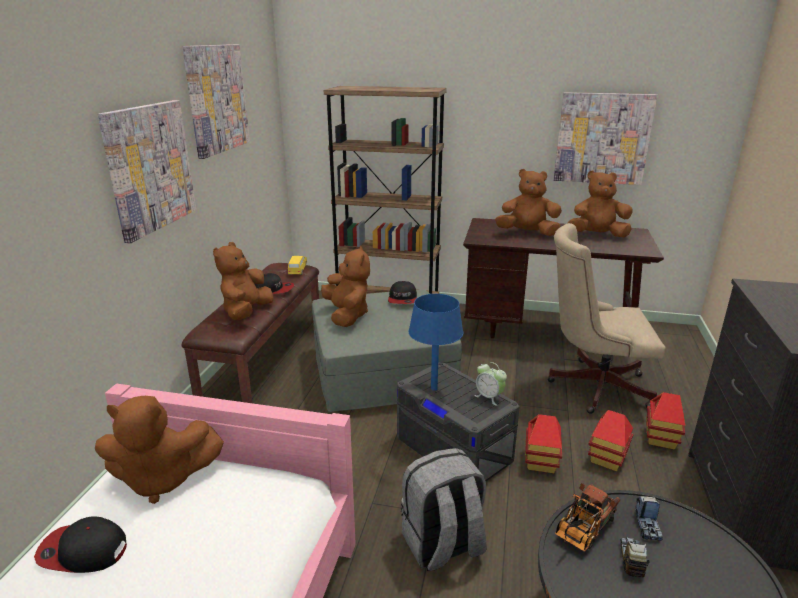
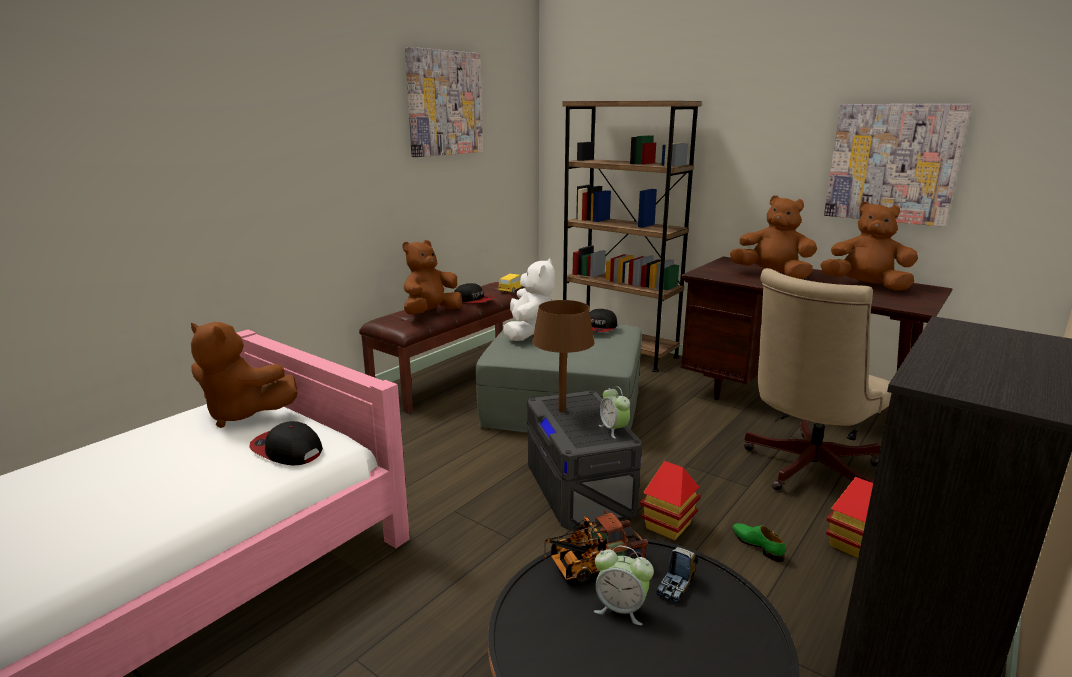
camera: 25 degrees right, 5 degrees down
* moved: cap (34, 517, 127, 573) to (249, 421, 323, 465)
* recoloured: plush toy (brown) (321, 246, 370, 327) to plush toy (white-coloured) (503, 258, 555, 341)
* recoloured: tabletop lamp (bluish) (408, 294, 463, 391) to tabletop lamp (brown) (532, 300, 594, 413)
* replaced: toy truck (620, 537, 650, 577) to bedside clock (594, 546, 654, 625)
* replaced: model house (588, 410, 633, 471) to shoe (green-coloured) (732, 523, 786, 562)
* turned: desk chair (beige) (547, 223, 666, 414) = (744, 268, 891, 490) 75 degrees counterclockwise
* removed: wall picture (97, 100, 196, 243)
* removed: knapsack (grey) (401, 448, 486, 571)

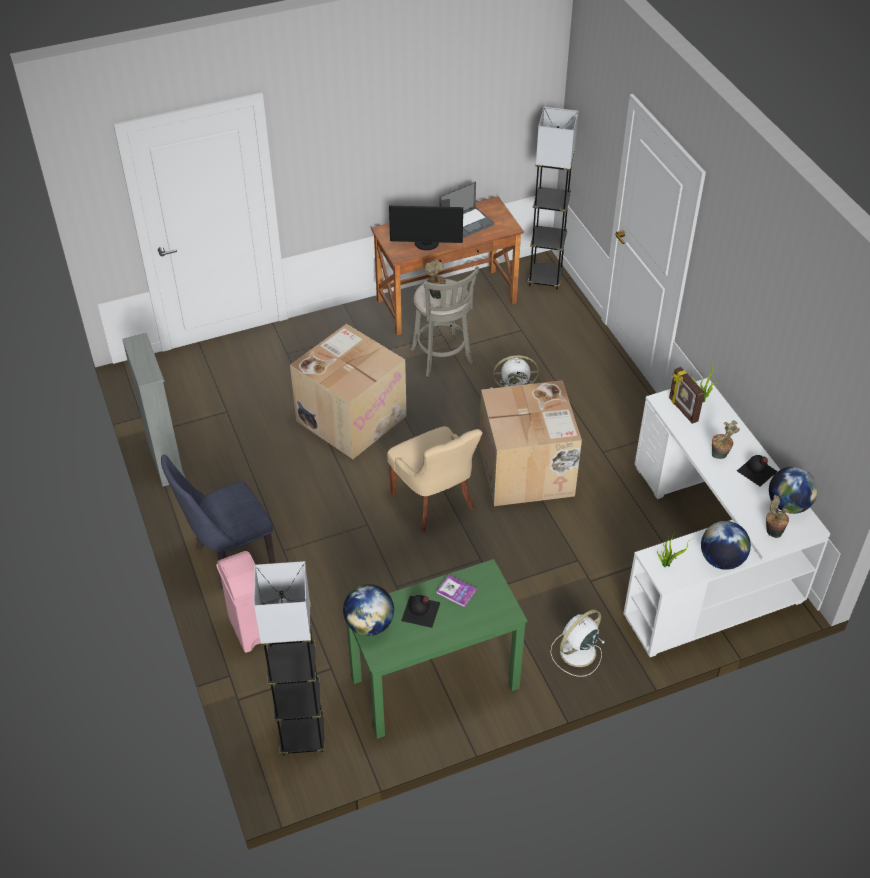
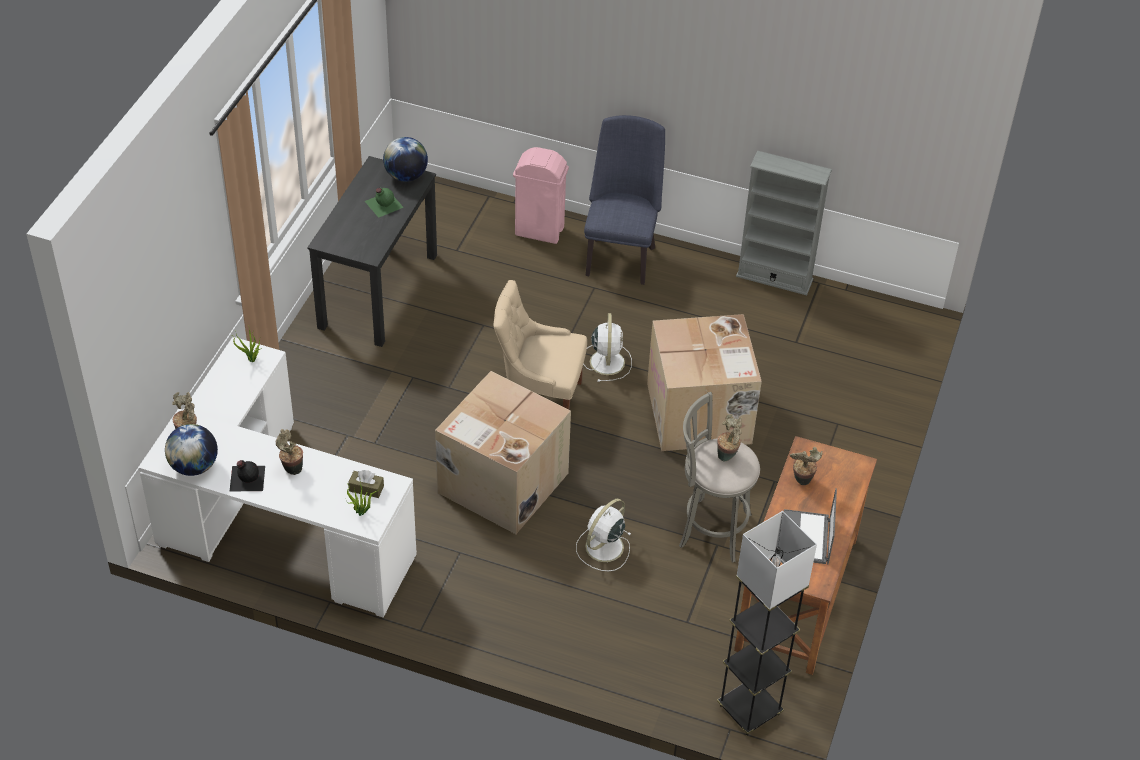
camera: 130 degrees right, 0 degrees up
* recoloured: desk (green-coloured) (347, 559, 528, 739) to desk (blackish) (307, 156, 437, 347)
* replaced: standing frame (669, 367, 705, 424) to box of tissues (brown) (348, 470, 384, 498)
* recoloured: beverage bottle (blackish) (401, 595, 440, 628) to beverage bottle (green-coloured) (365, 188, 404, 218)
* moved: electric fan (white-coloured) (550, 610, 605, 677) to (583, 313, 632, 382)
* replaced: computer display (389, 206, 463, 250) to houseplant (790, 447, 822, 485)
* removed: floor lamp (grey) (254, 561, 325, 756)
* removed: bound book (436, 575, 477, 607)
* removed: world globe (701, 521, 751, 570)

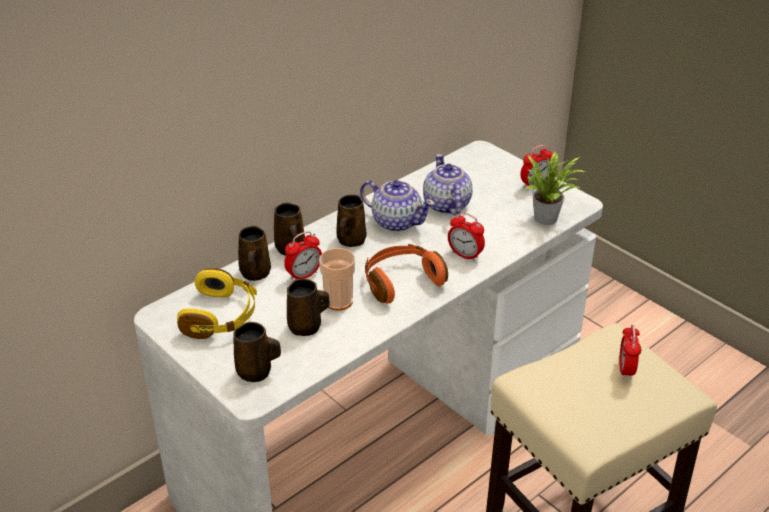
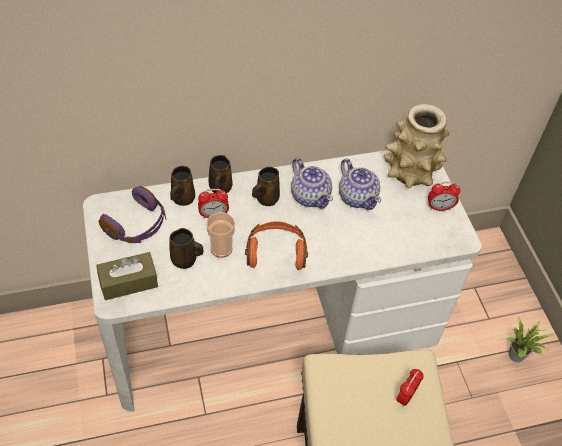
camera: 25 degrees right, 15 degrees up
* replaced: mug (brown) (233, 322, 281, 382) to box of tissues (brown) (96, 252, 158, 300)
* recoloured: headphones (yellow-coloured) (177, 268, 257, 339) to headphones (purple) (99, 186, 166, 243)
* turned: teapot (423, 154, 473, 216) = (339, 159, 381, 210) 135 degrees clockwise
* added: decorative vase (384, 104, 450, 188)
* moved: houseplant (525, 150, 586, 225) to (505, 316, 554, 362)
* removed: bedside clock (448, 212, 485, 262)

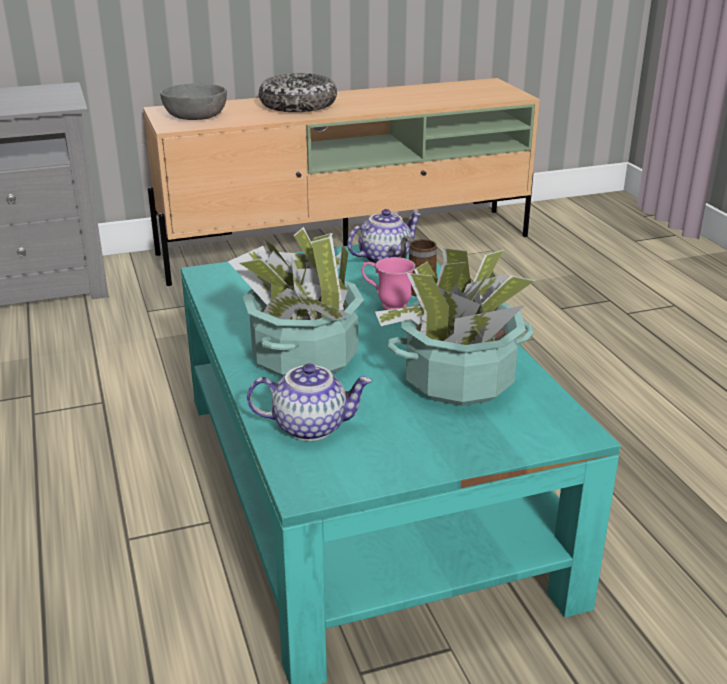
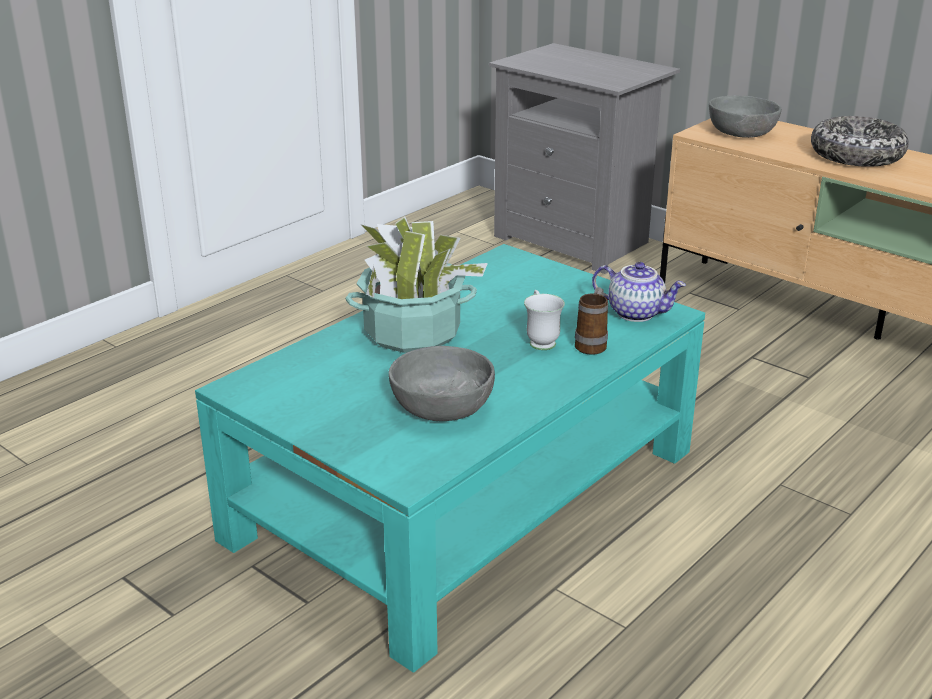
camera: 60 degrees right, 0 degrees up
* replaced: houseplant (375, 248, 535, 406) to bowl (grey) (388, 346, 495, 421)
* recoloured: mug (pink-coloured) (362, 257, 415, 310) to mug (white-coloured) (524, 290, 565, 350)
* removed: teapot (247, 363, 372, 441)

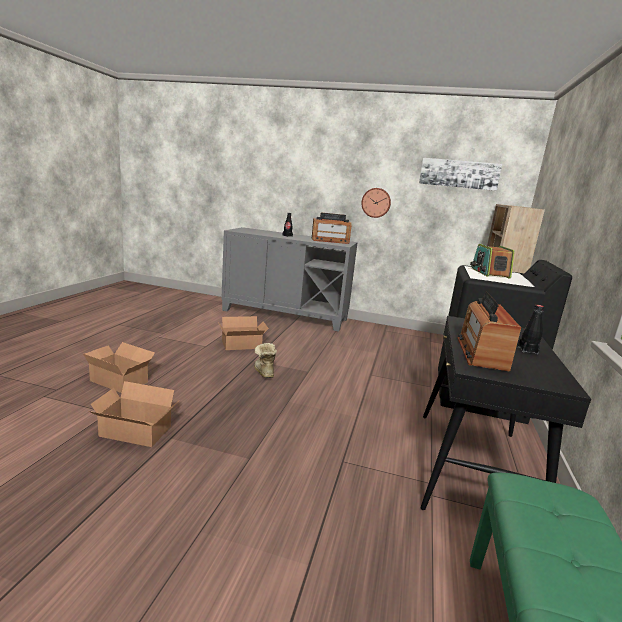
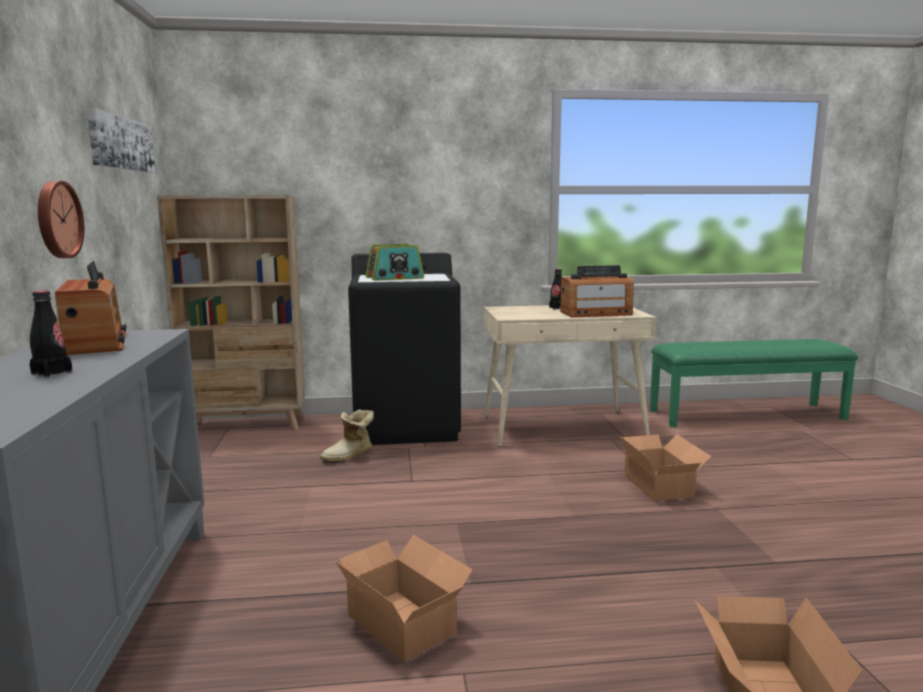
camera: 110 degrees left, 5 degrees down
* moved: high-top boot (254, 343, 277, 378) to (320, 409, 374, 463)
* recoloured: desk (blackish) (420, 316, 591, 510) to desk (beige) (484, 305, 656, 447)
* moved: carton (89, 381, 177, 447) to (619, 434, 712, 501)

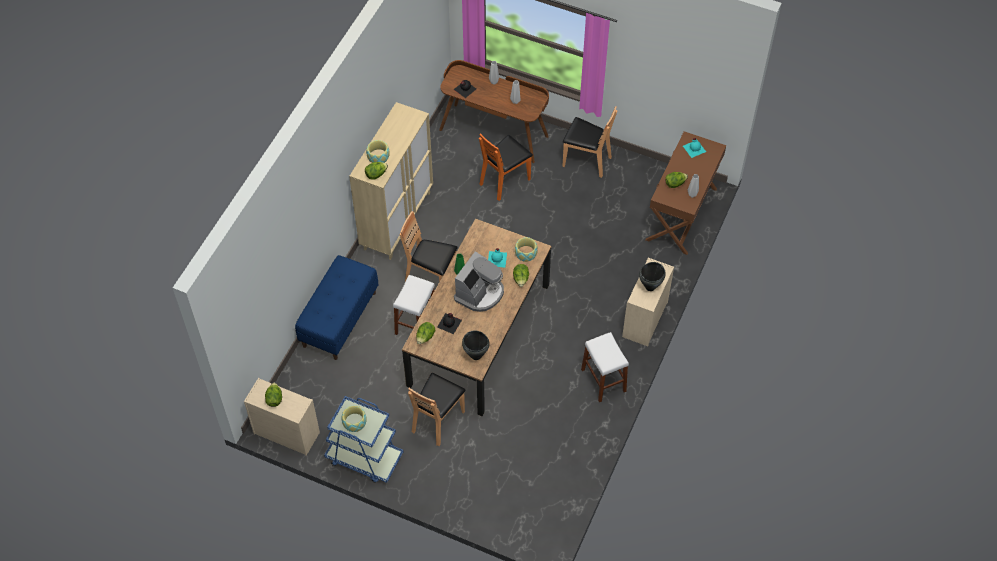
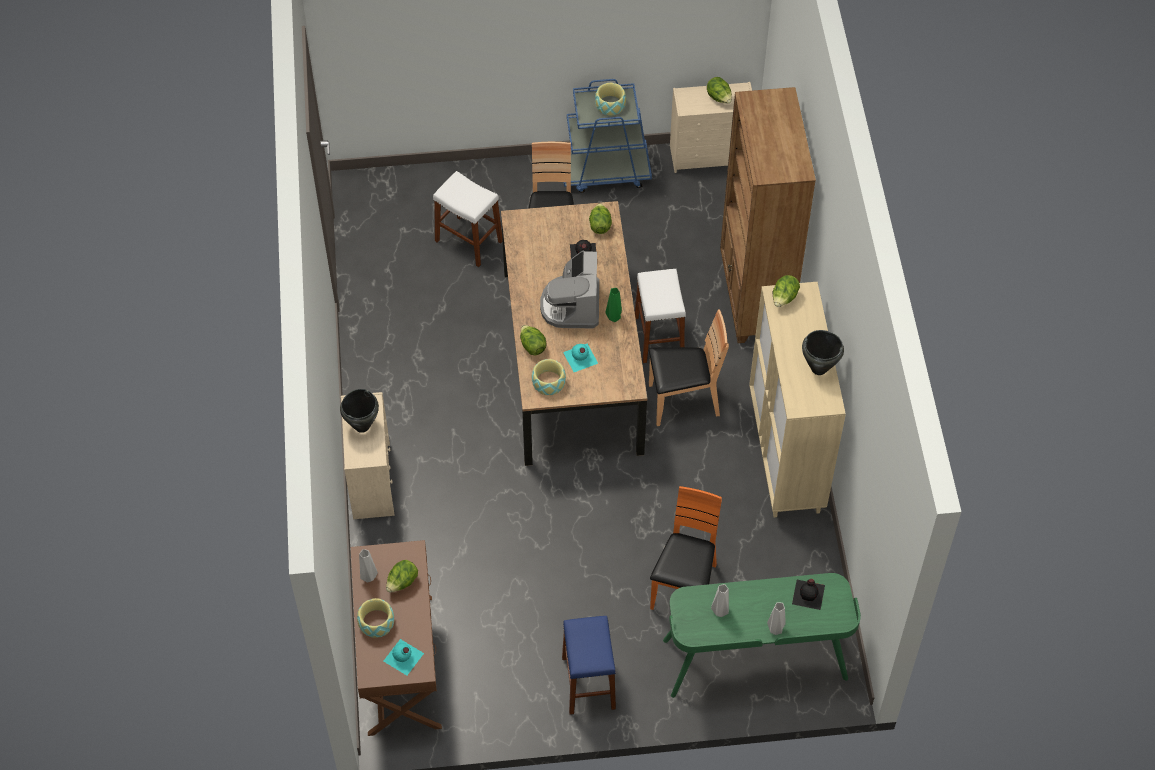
camera: 150 degrees right, 0 degrees up
* moved: bowl (366, 140, 390, 163) to (357, 598, 394, 638)
* moved: sitting stool (white-coloured) (581, 332, 629, 402) to (433, 171, 503, 267)
* replaced: plain chair (brown) (562, 106, 618, 178) to sitting stool (bluish) (562, 616, 616, 715)
* recoloured: desk (brown) (439, 60, 549, 163) to desk (green-coloured) (663, 573, 861, 698)
* replaced: bench (bluish) (295, 255, 379, 360) to bookcase (brown) (720, 87, 816, 343)
* moved: stockpot (blackish) (462, 330, 490, 360) to (802, 330, 844, 375)

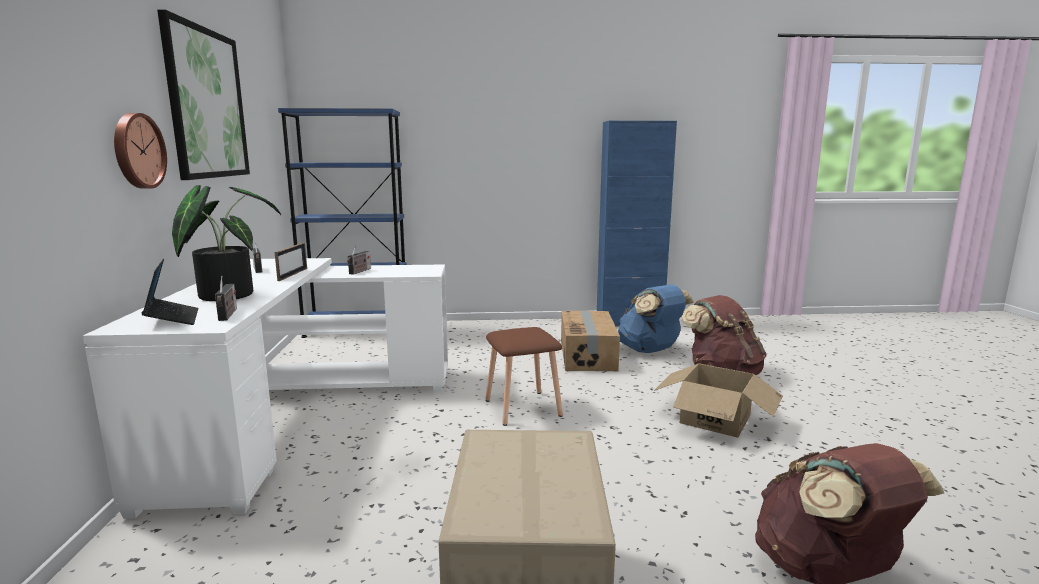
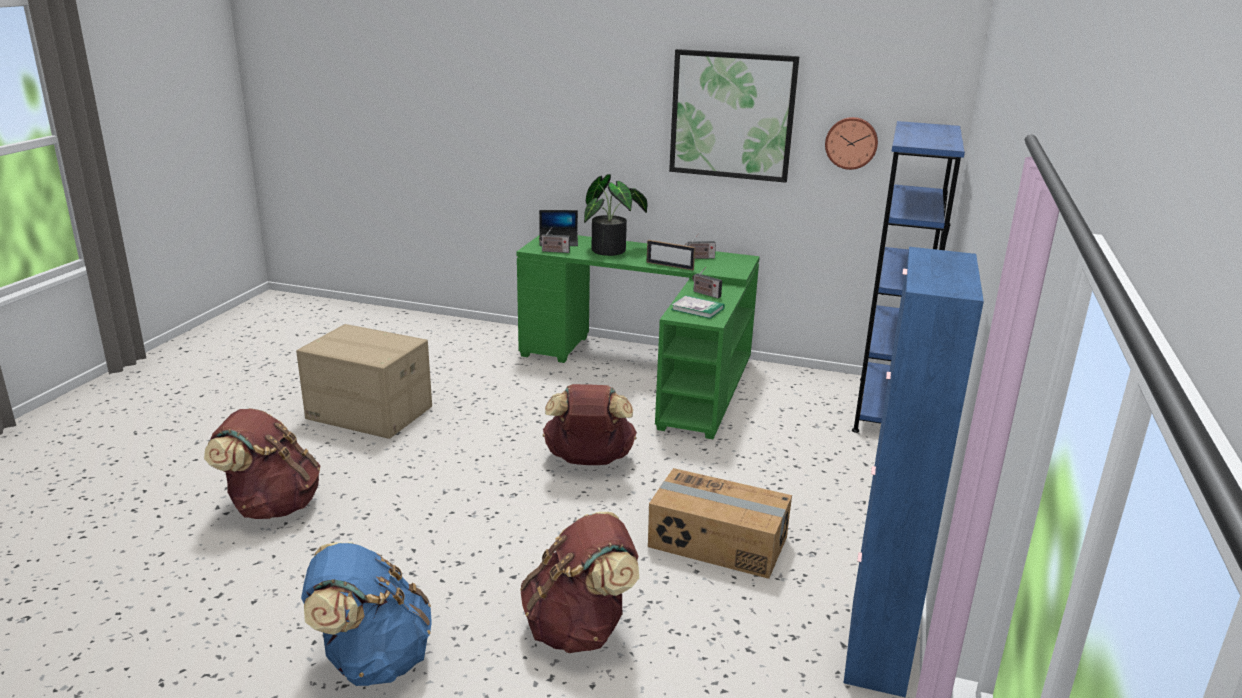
camera: 110 degrees right, 10 degrees up
* moved: knapsack (bluish) (618, 284, 694, 353) to (301, 542, 432, 686)
* recoloured: desk (white-coloured) (83, 258, 448, 519) to desk (green-coloured) (516, 235, 760, 439)
* replaced: sitting stool (brown) (485, 327, 563, 426) to knapsack (brown) (543, 384, 637, 465)
* added: bound book (671, 295, 725, 319)
* moved: hanging clock (114, 113, 167, 189) to (825, 117, 878, 170)
* removed: carton (654, 363, 783, 437)

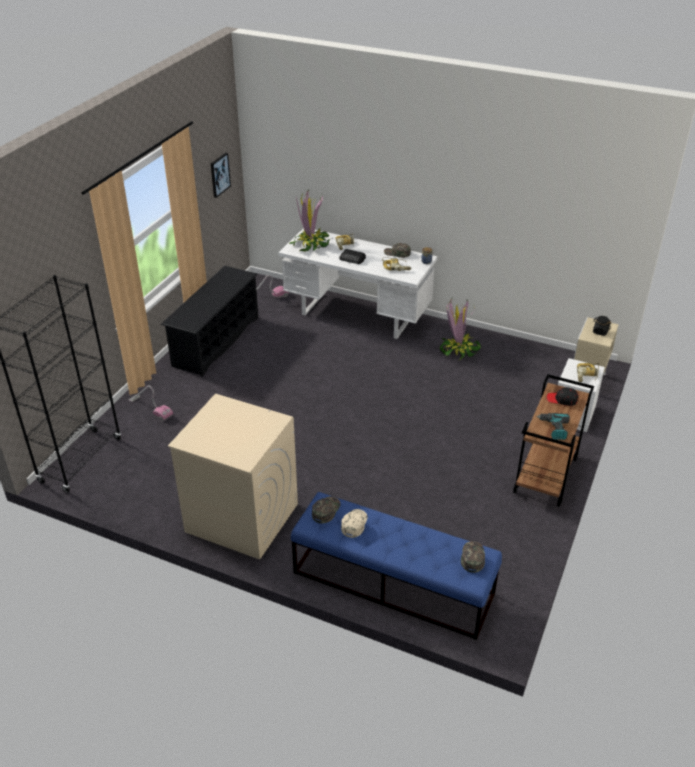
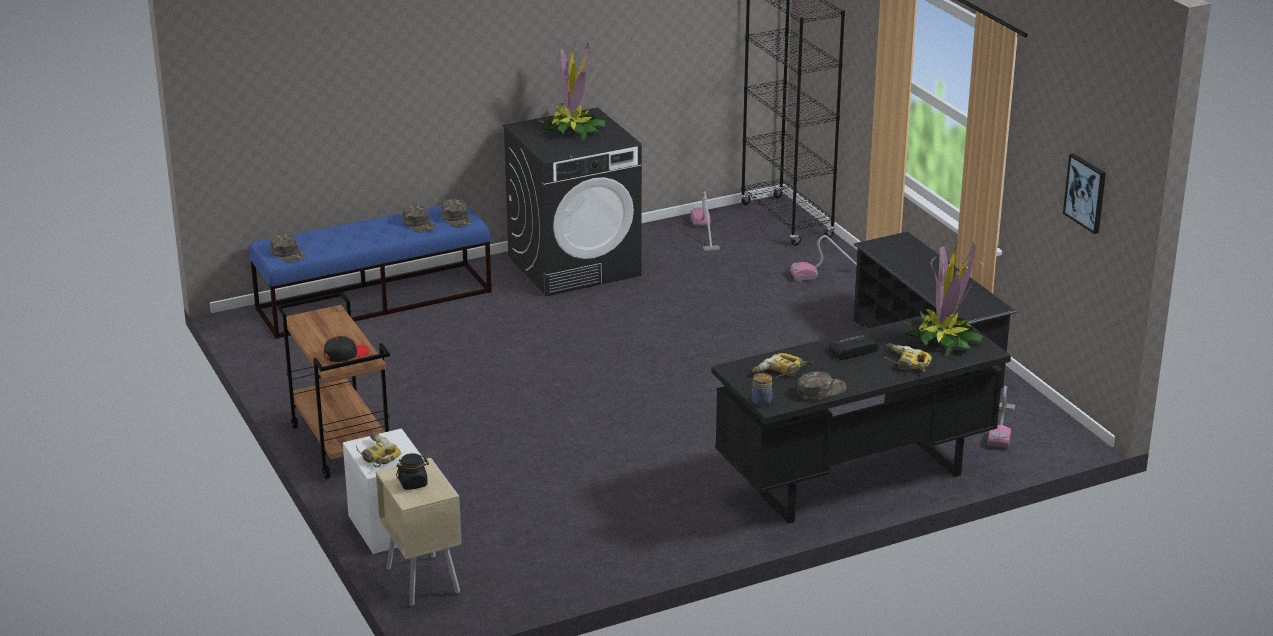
camera: 130 degrees right, 10 degrees down
* recoloured: cap (beige) (341, 509, 368, 538) to cap (green-coloured) (402, 204, 436, 232)
* recoloured: laundry machine (beige) (168, 394, 298, 560) to laundry machine (blackish) (503, 107, 642, 296)
* moved: houseplant (440, 299, 481, 360) to (538, 42, 606, 141)
* added: hoover (690, 191, 720, 251)
* recoloured: desk (white-coloured) (278, 228, 438, 339) to desk (blackish) (711, 312, 1011, 524)
* removed: electric drill (536, 413, 570, 440)

